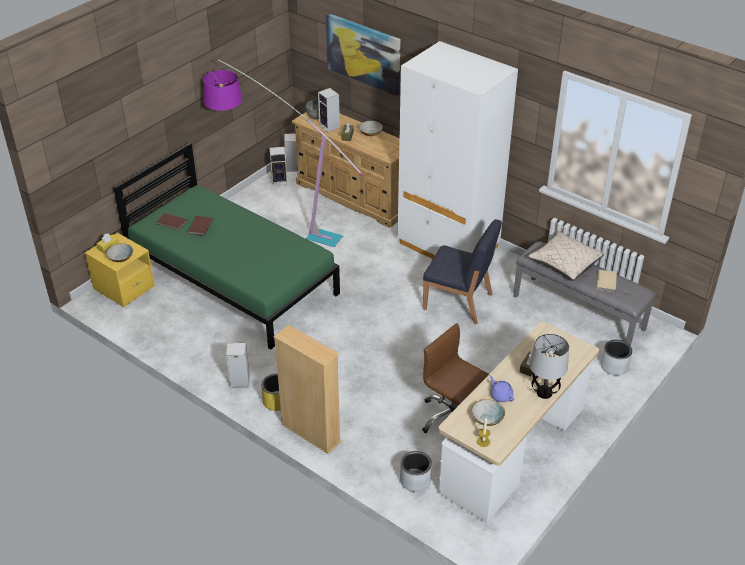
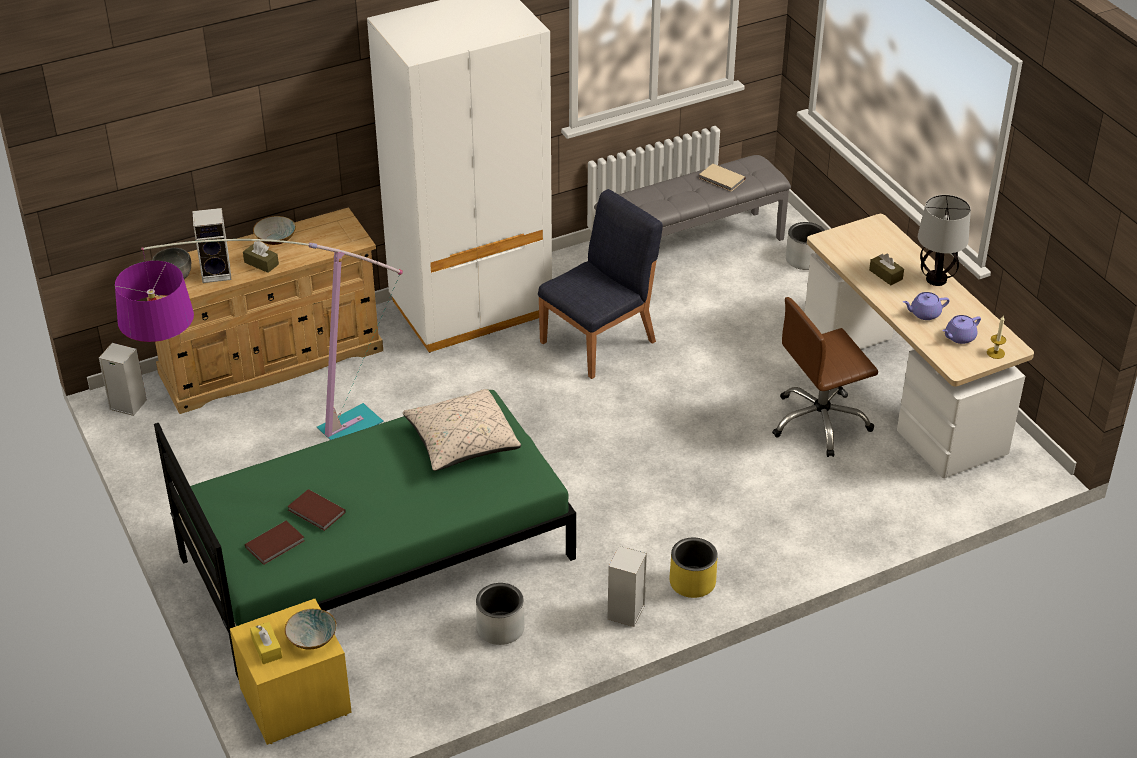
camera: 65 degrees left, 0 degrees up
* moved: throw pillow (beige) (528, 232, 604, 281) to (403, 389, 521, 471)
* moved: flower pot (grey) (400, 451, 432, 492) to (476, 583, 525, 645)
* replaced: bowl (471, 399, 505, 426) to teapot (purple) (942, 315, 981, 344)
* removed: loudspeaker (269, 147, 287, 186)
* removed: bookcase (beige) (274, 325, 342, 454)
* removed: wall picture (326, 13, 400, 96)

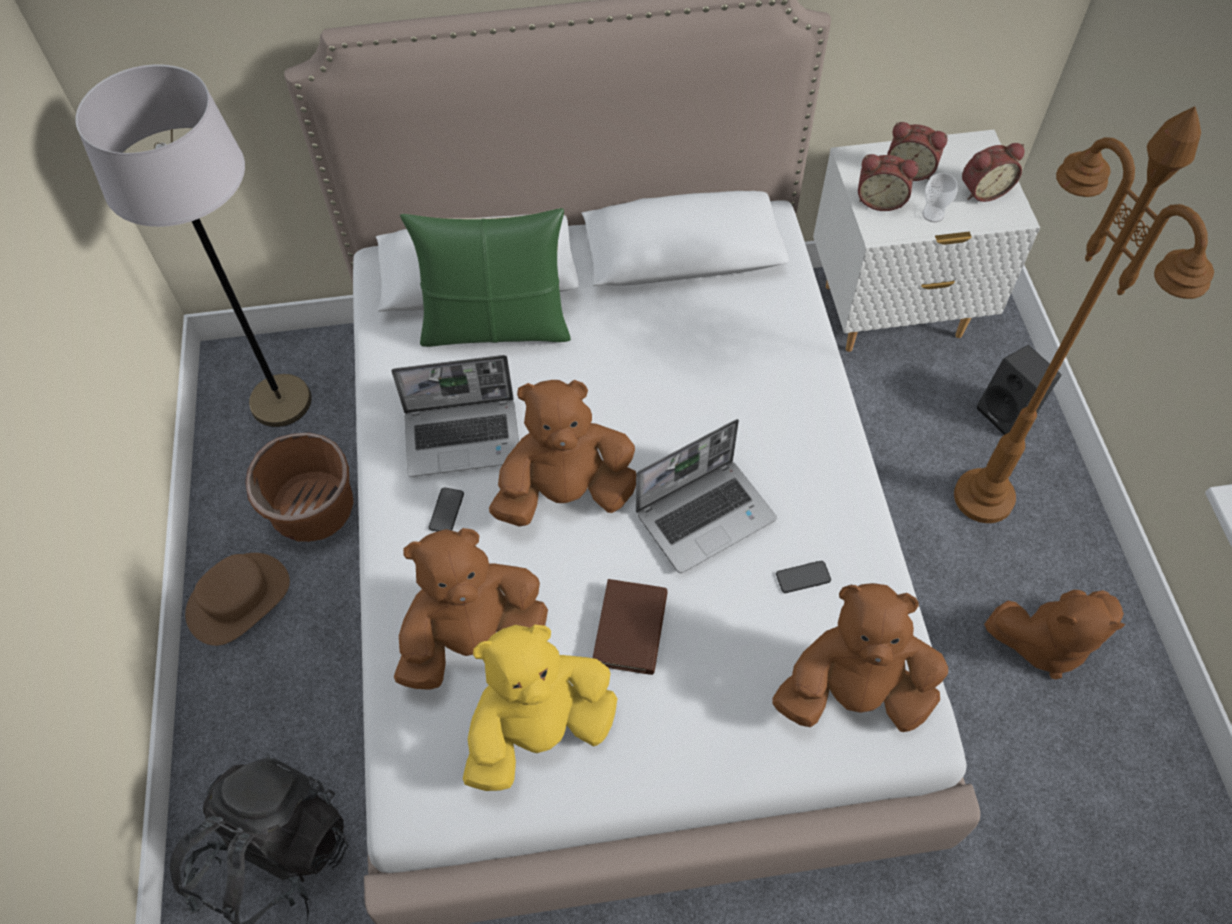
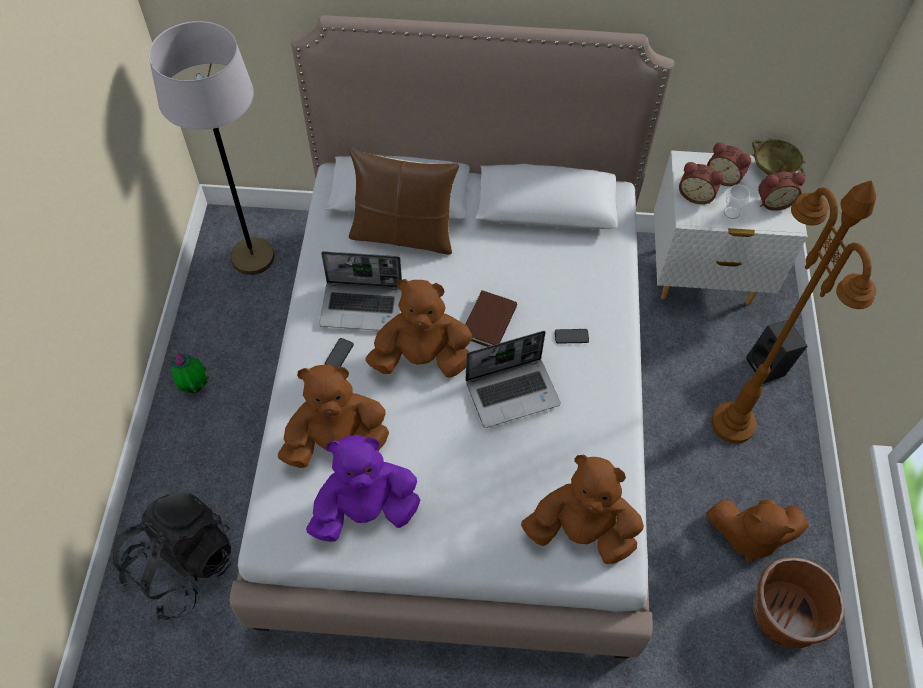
camera: 10 degrees right, 0 degrees up
* replaced: clothing hat (brown) (185, 553, 290, 646) to houseplant (172, 353, 209, 394)
* recoloured: plush toy (yellow-coloured) (463, 625, 618, 791) to plush toy (purple) (306, 435, 420, 542)
* recoloured: throw pillow (green-coloured) (400, 208, 571, 347) to throw pillow (brown) (349, 148, 459, 255)
* moved: bound book (brown) (593, 579, 667, 675) to (465, 290, 517, 347)
* moved: handset (776, 561, 831, 593) to (555, 329, 589, 344)
* added: bowl (beige) (752, 138, 805, 175)
* moved: flower pot (brown) (245, 432, 354, 542) to (753, 557, 845, 648)

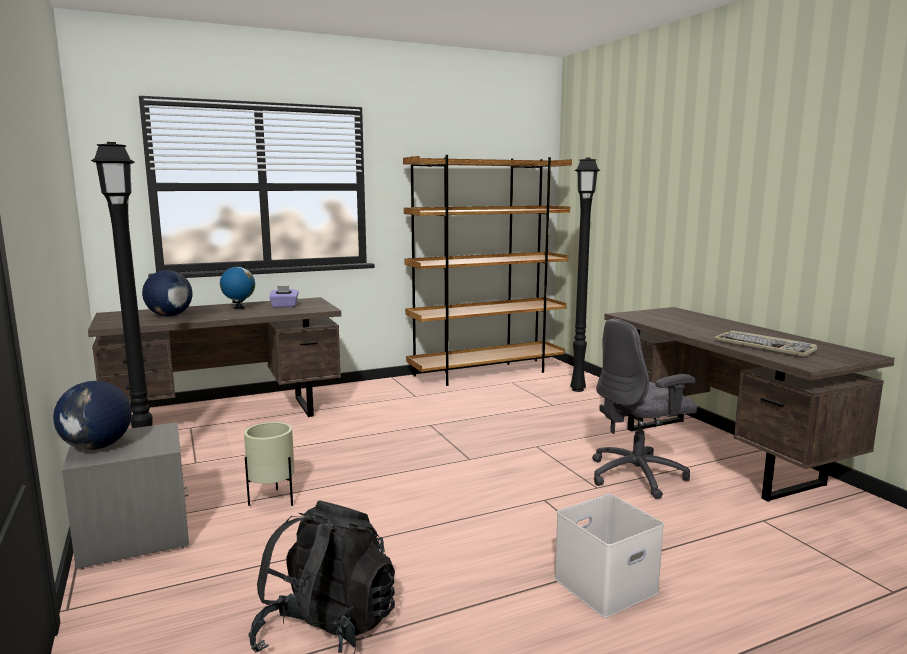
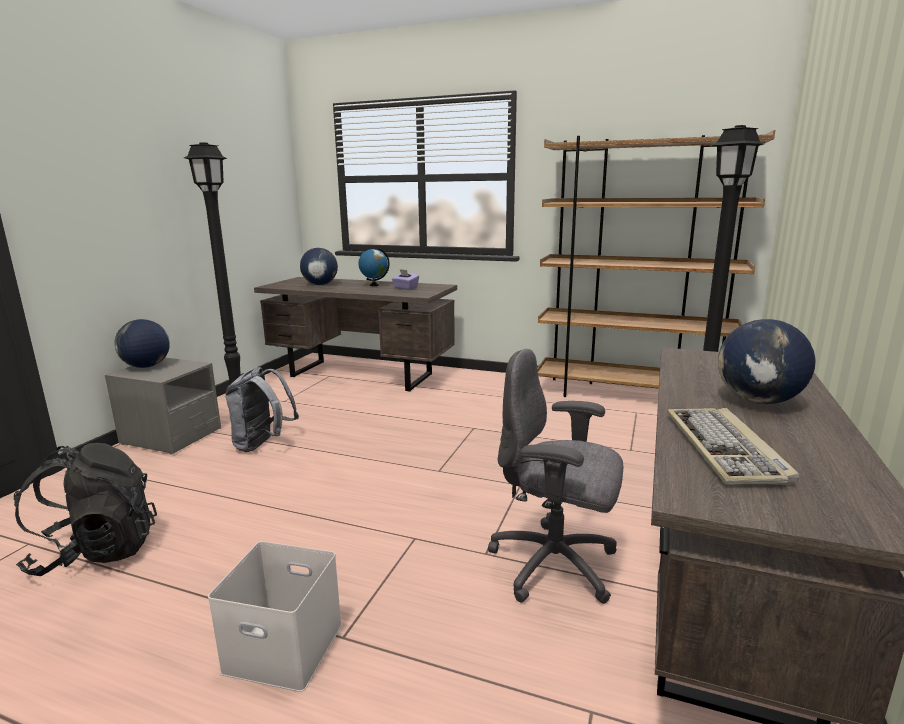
camera: 45 degrees right, 5 degrees up
* replaced: flower pot (beige) (244, 422, 295, 506) to knapsack (grey) (225, 367, 299, 452)
* added: world globe (718, 319, 816, 404)

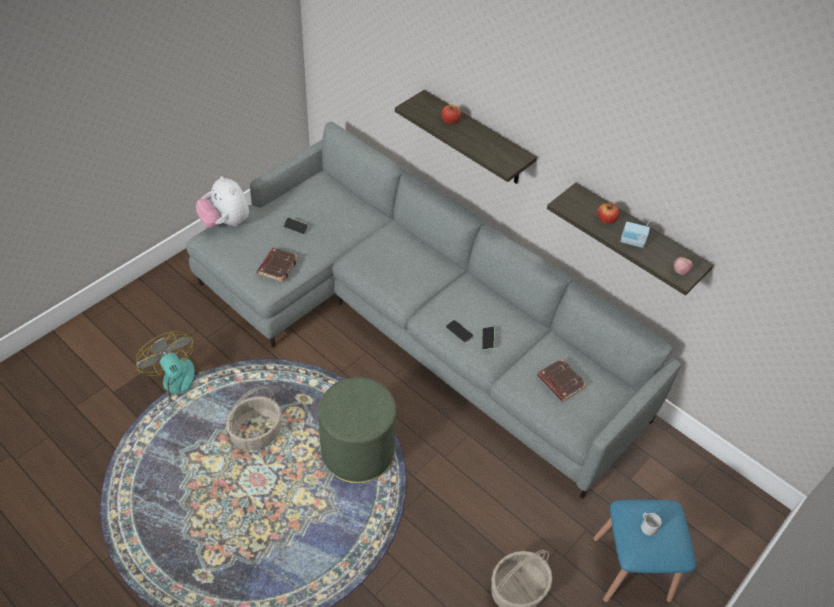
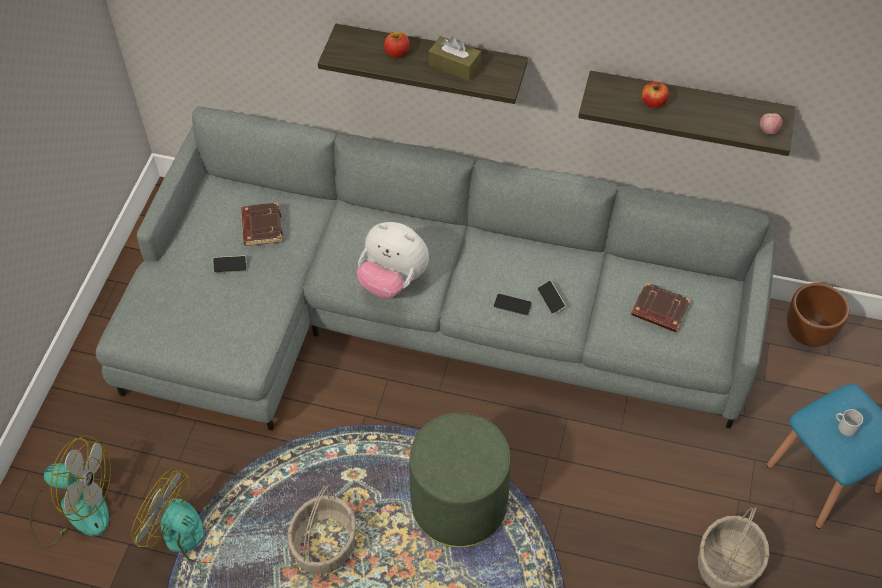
camera: 25 degrees left, 5 degrees up
* added: electric fan (29, 435, 111, 548)
* moved: bound book (brown) (257, 248, 298, 282) to (241, 202, 283, 246)
* moved: plush toy (196, 176, 249, 228) to (357, 222, 429, 298)
* added: box of tissues (brown) (429, 36, 481, 81)
* added: flower pot (brown) (787, 283, 850, 347)
* removed: radio (620, 212, 656, 248)

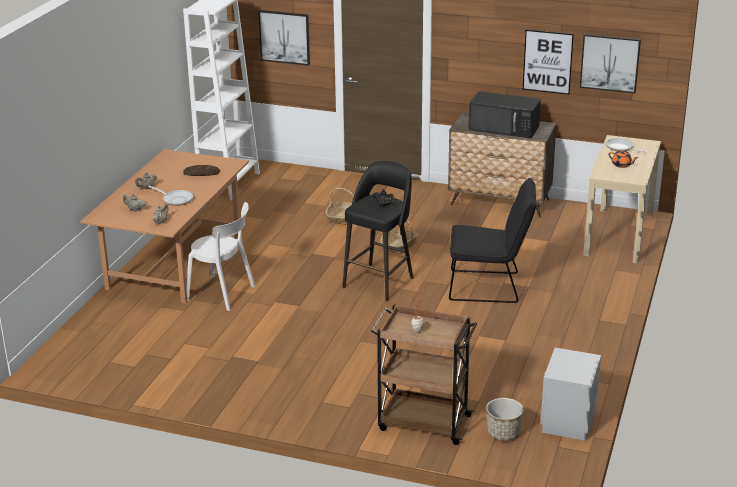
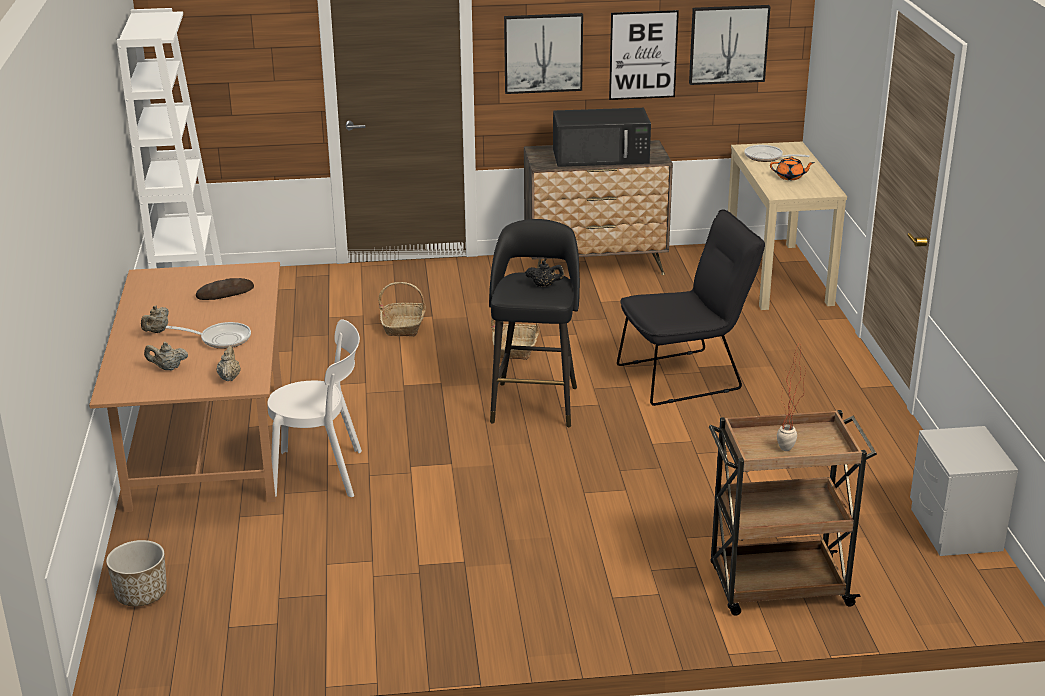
camera: 25 degrees left, 0 degrees up
* moved: flower pot (486, 398, 524, 441) to (106, 540, 167, 606)
* moved: wall picture (258, 10, 310, 66) to (504, 13, 583, 94)

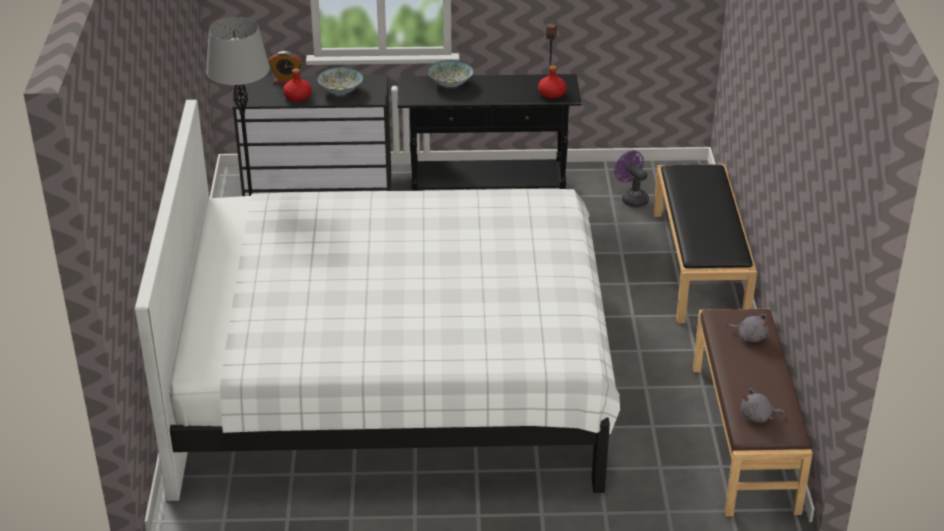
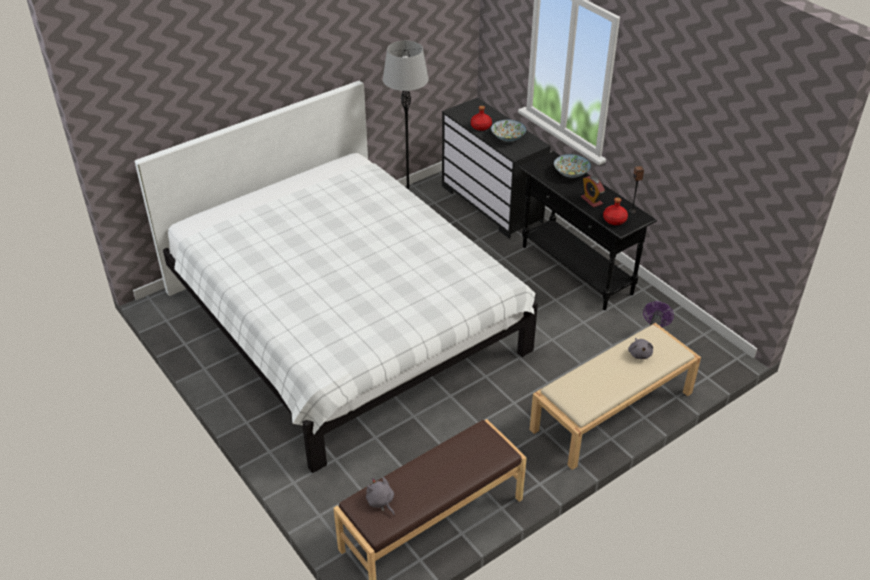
camera: 55 degrees right, 5 degrees up
* recoloured: bench (blackish) (653, 164, 757, 323) to bench (beige) (530, 323, 701, 470)
* moved: bedside clock (269, 51, 303, 84) to (581, 176, 605, 208)
* moved: plush toy (grey) (728, 314, 769, 342) to (628, 338, 653, 359)

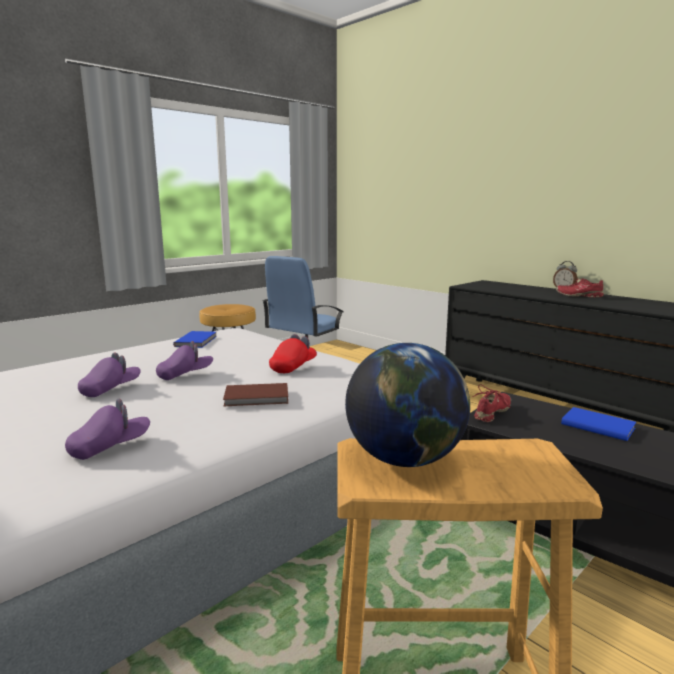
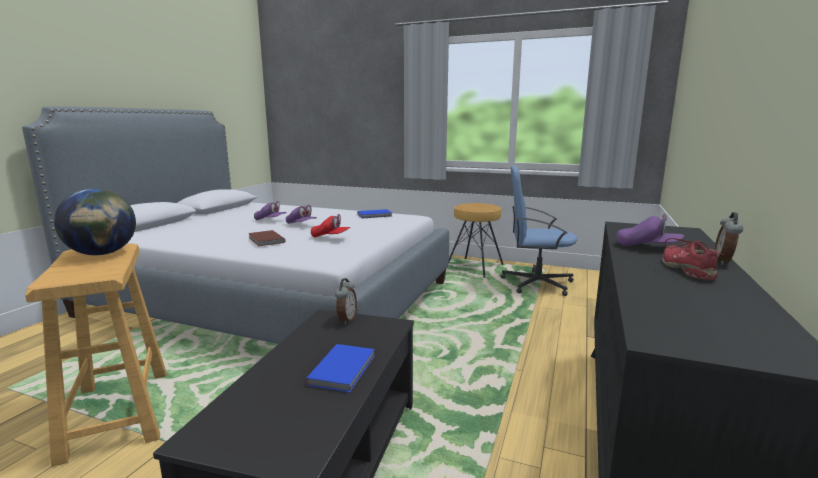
camera: 65 degrees right, 0 degrees up
* replaced: shoe (red-coloured) (472, 384, 511, 422) to bedside clock (335, 278, 357, 325)
* moved: cap (purple) (65, 399, 150, 460) to (616, 214, 684, 246)

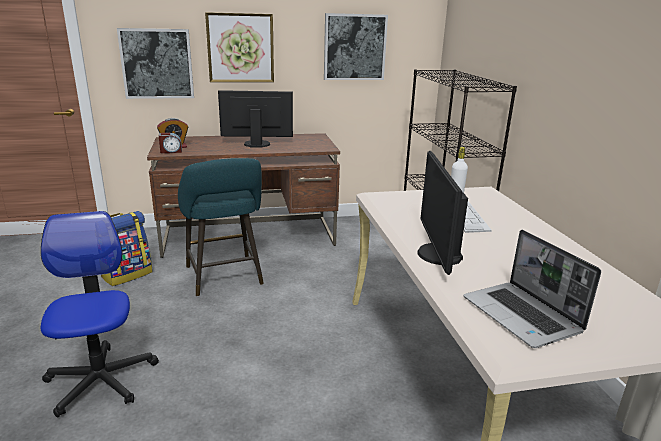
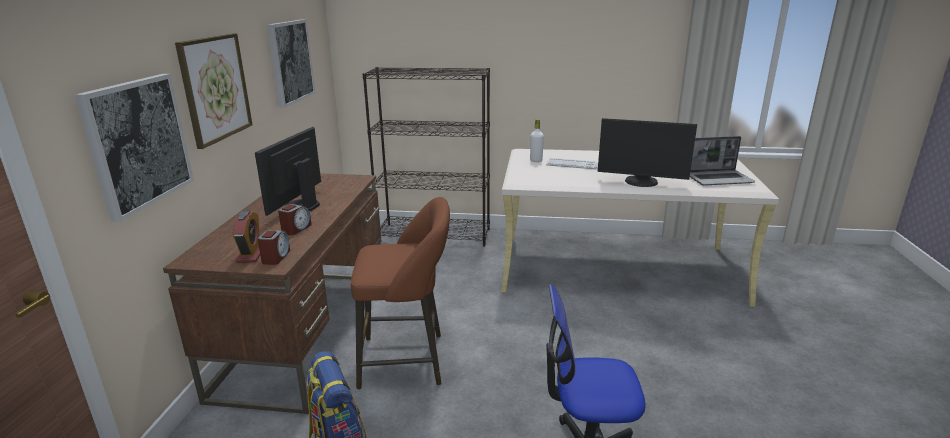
camera: 70 degrees left, 0 degrees up
* added: bedside clock (278, 204, 312, 235)
* recoloured: sitting stool (blue-green) (178, 158, 264, 297) to sitting stool (brown) (351, 197, 450, 390)

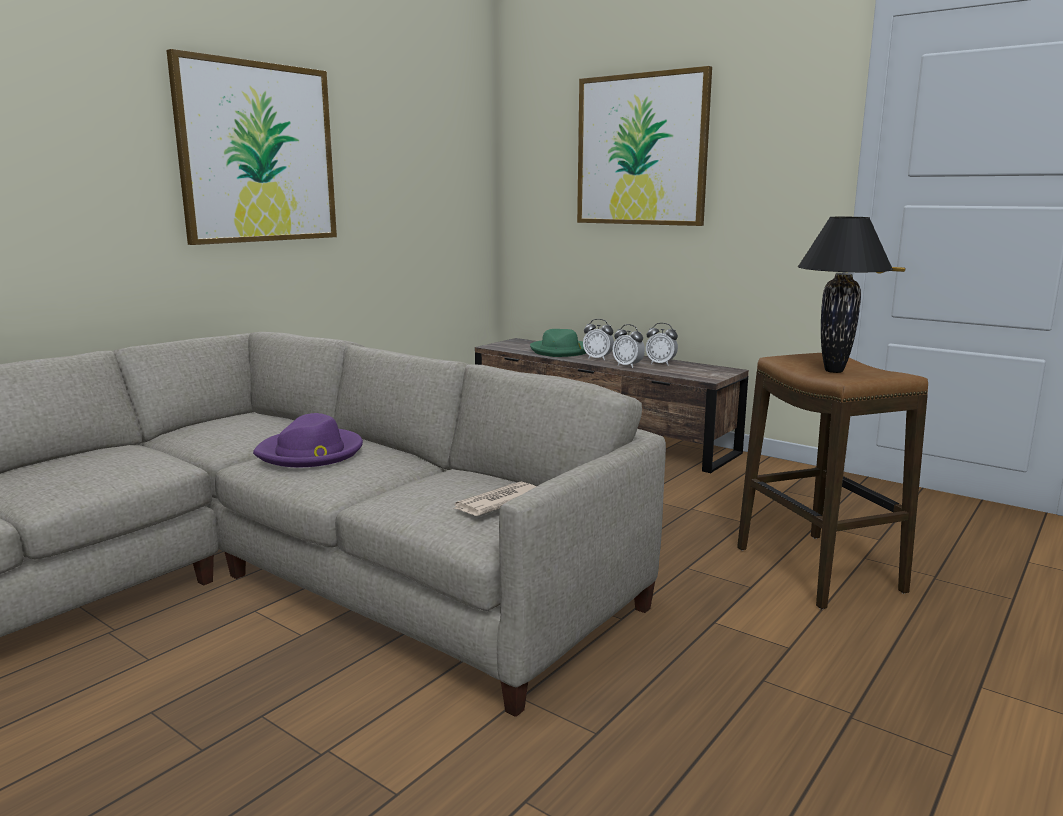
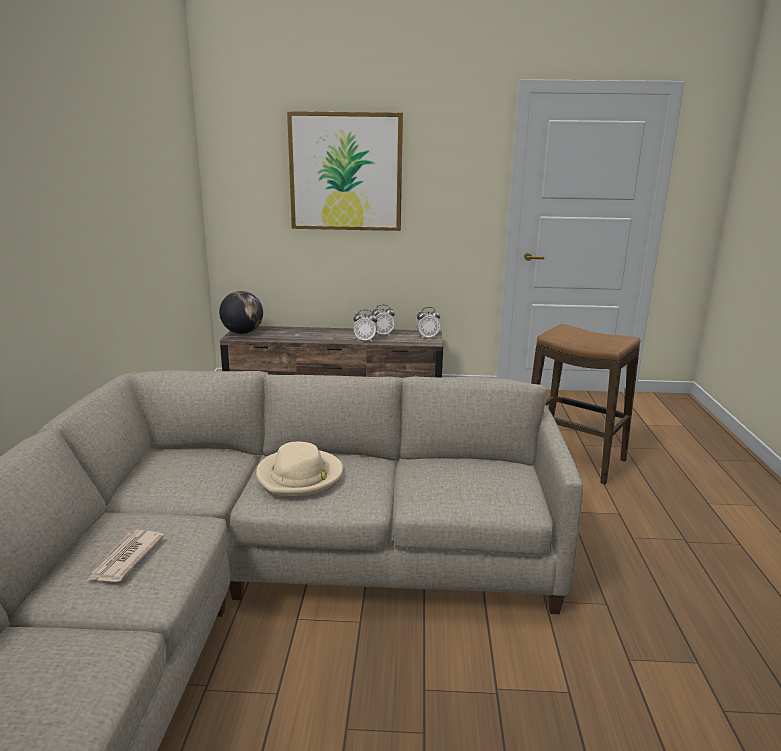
camera: 35 degrees left, 5 degrees up
* moved: newspaper (452, 482, 537, 516) to (87, 530, 165, 582)
* added: world globe (219, 291, 263, 334)
* recoloured: clothing hat (purple) (253, 413, 363, 467) to clothing hat (beige) (256, 442, 343, 496)
* moved: bedside clock (583, 319, 614, 361) to (416, 307, 440, 339)
* removed: wall picture (166, 49, 337, 245)
* removed: clothing hat (green-coloured) (530, 329, 586, 357)
* removed: tabletop lamp (blackish) (798, 217, 893, 373)

